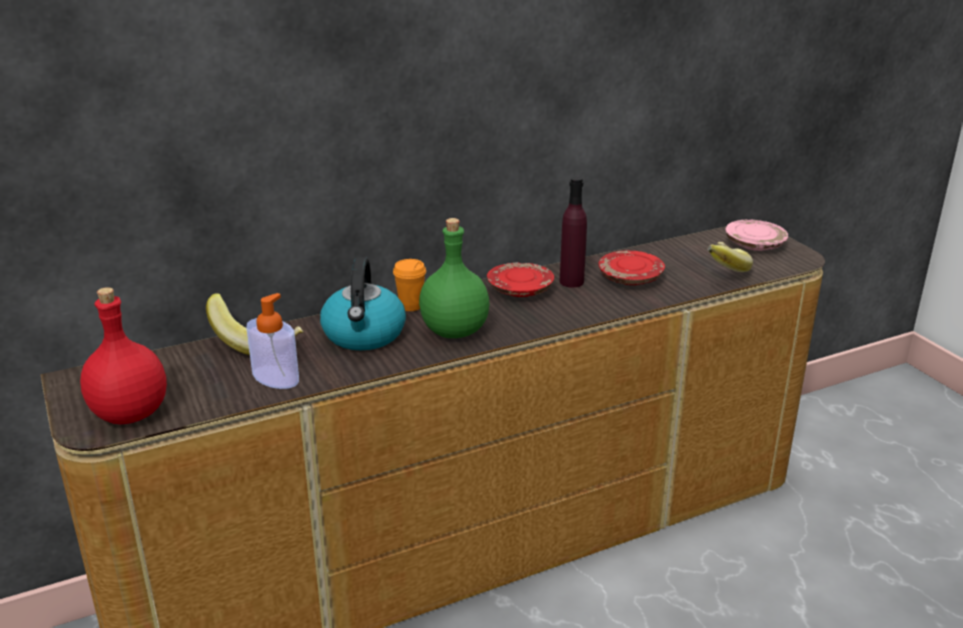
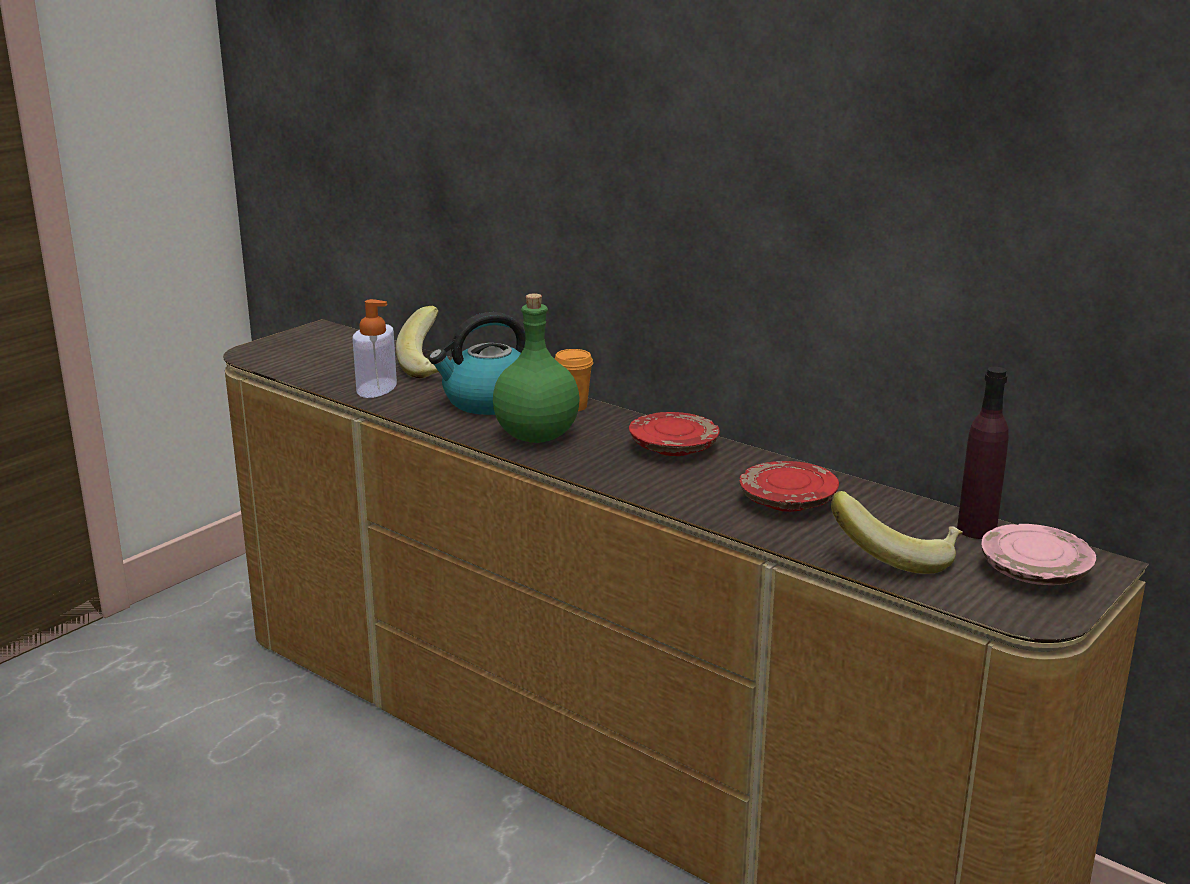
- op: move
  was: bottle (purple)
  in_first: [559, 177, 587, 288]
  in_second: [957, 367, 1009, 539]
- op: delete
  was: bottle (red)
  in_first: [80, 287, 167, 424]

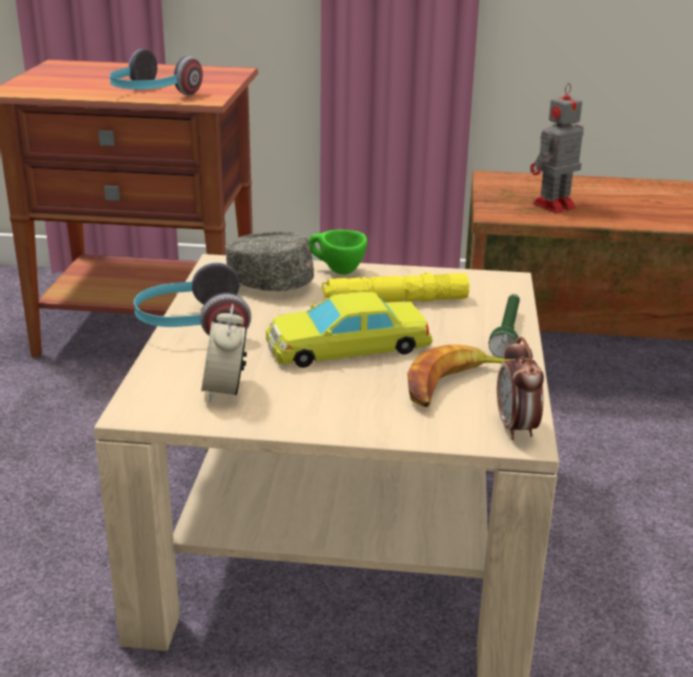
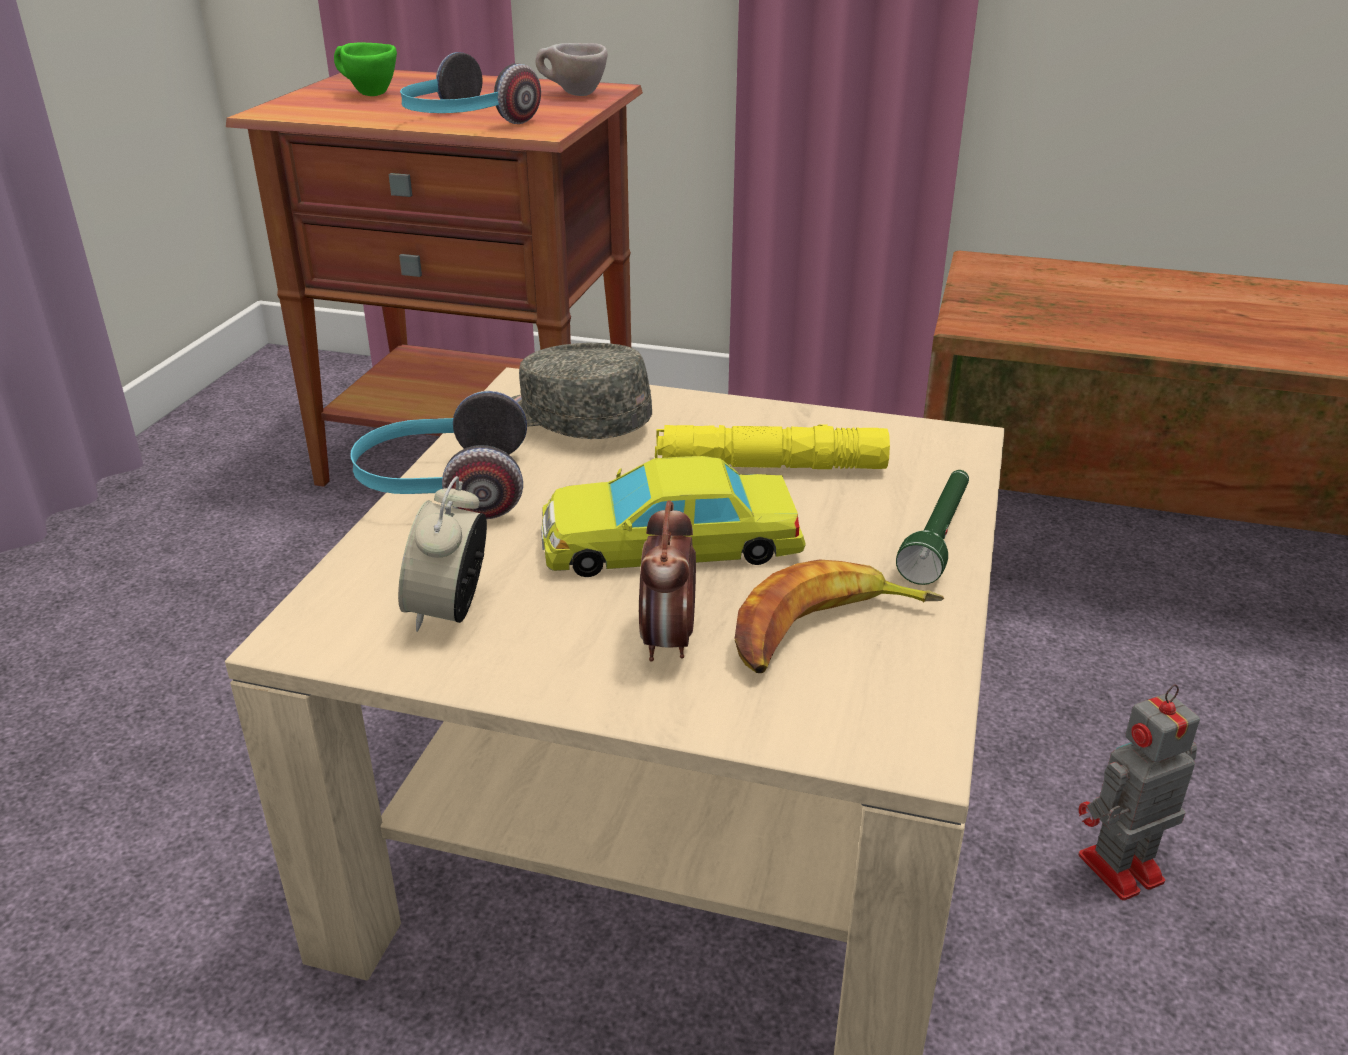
- op: move
  was: cup (green)
  in_first: [309, 230, 367, 275]
  in_second: [334, 42, 397, 96]
- op: insert
  now: cup (beige)
  in_second: [536, 43, 608, 96]
- op: move
  was: alarm clock
  in_first: [497, 337, 544, 440]
  in_second: [639, 500, 696, 662]
- op: move
  was: toy robot
  in_first: [530, 83, 584, 213]
  in_second: [1078, 684, 1200, 900]

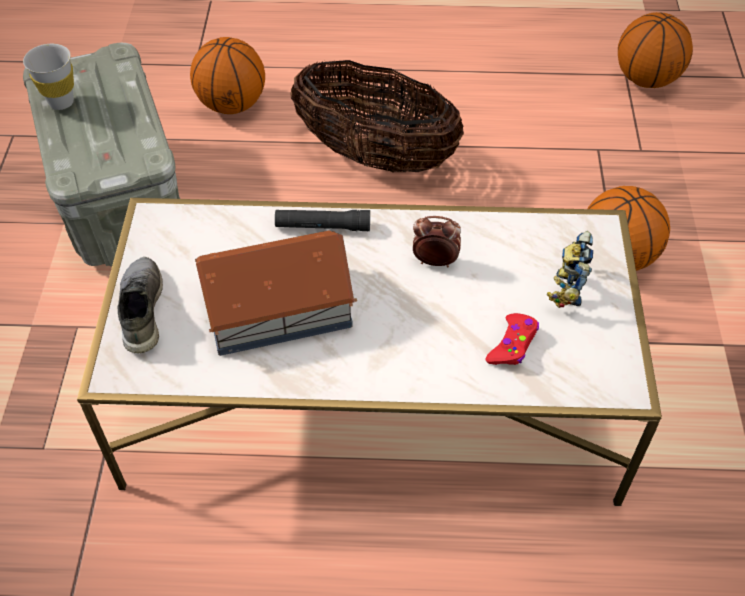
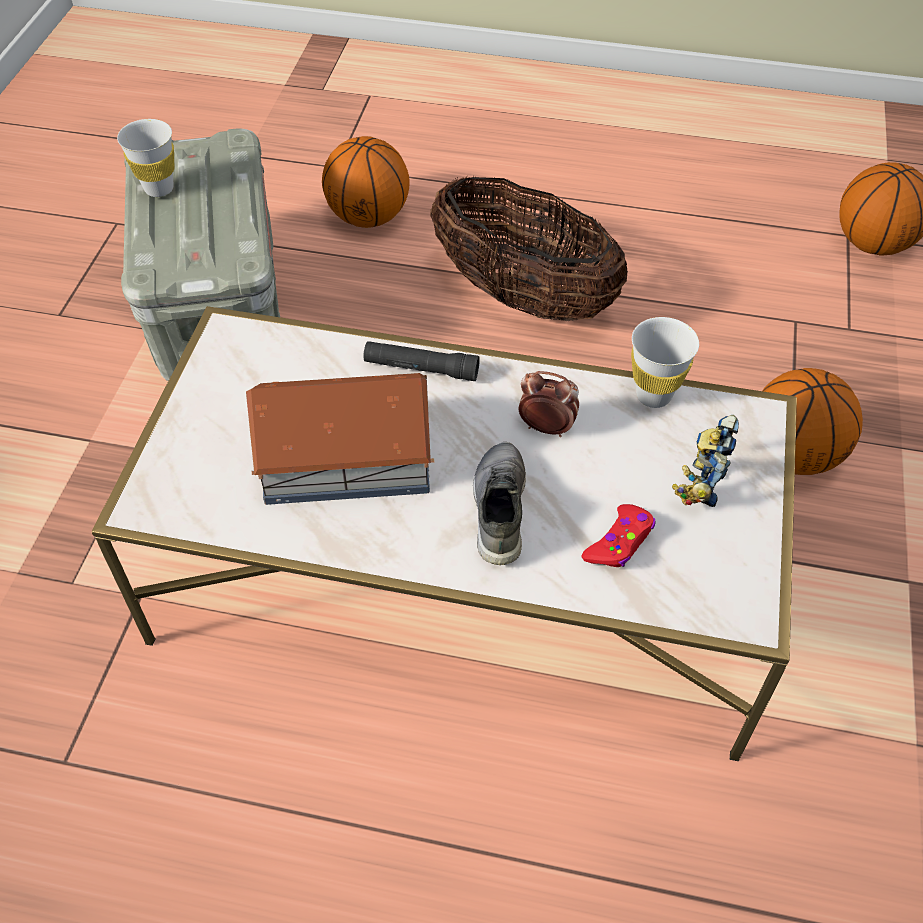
- op: move
  was: shoe (grey)
  in_first: [118, 257, 163, 353]
  in_second: [473, 442, 526, 565]
- op: insert
  now: cup (white)
  in_second: [631, 317, 699, 408]

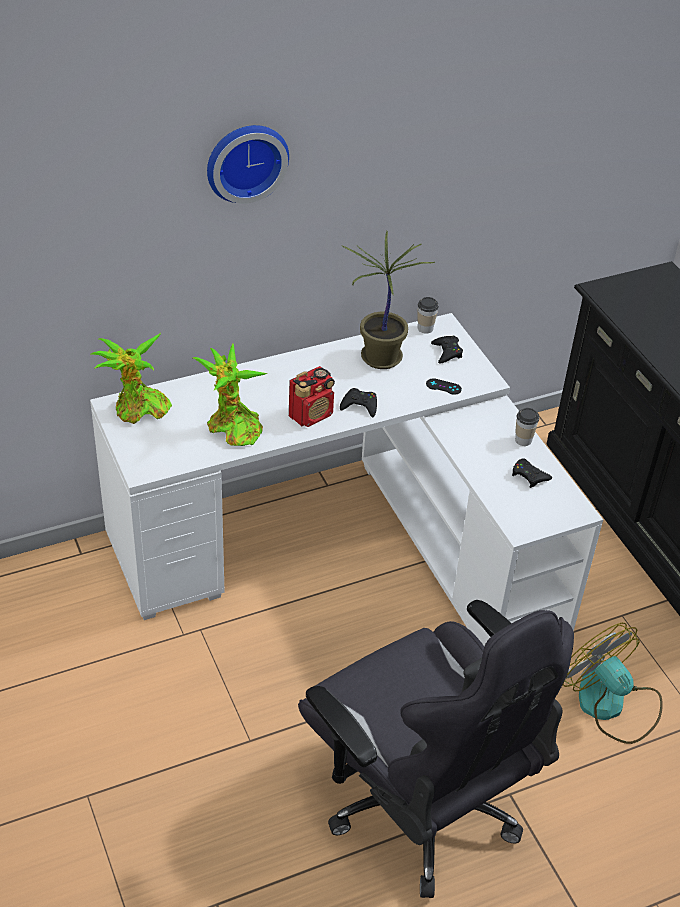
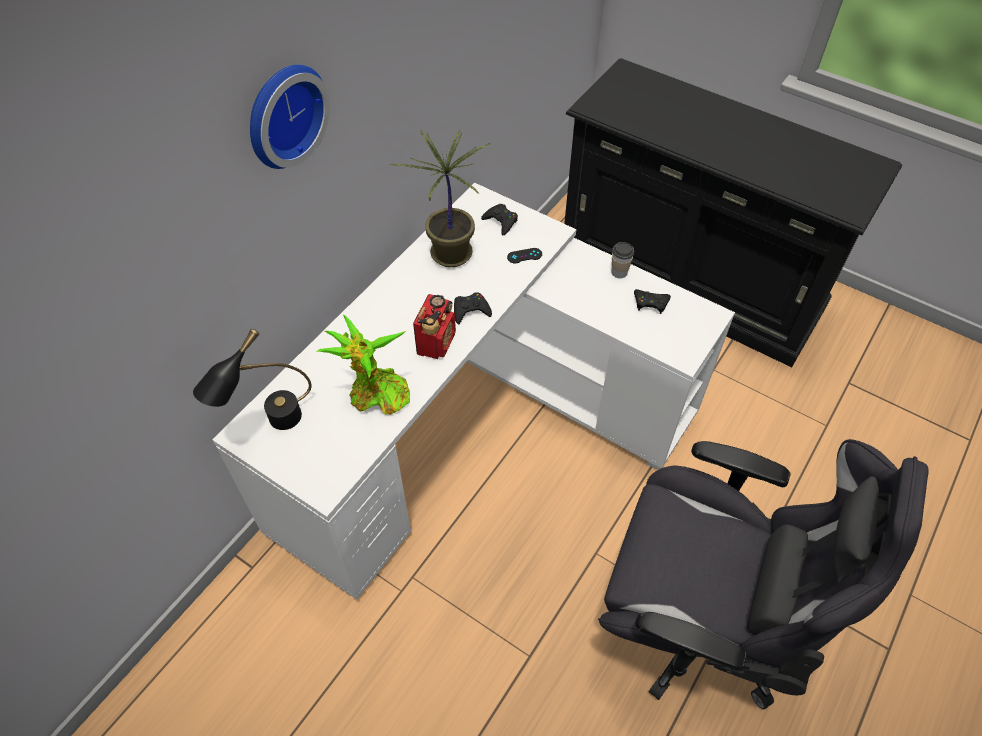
- op: replace
  was: potted plant
  now: table lamp (black)
  in_first: [91, 333, 172, 424]
  in_second: [193, 329, 312, 430]
- op: delete
  was: cup
  in_first: [418, 297, 439, 334]
- op: delete
  was: fan
  in_first: [563, 623, 663, 744]

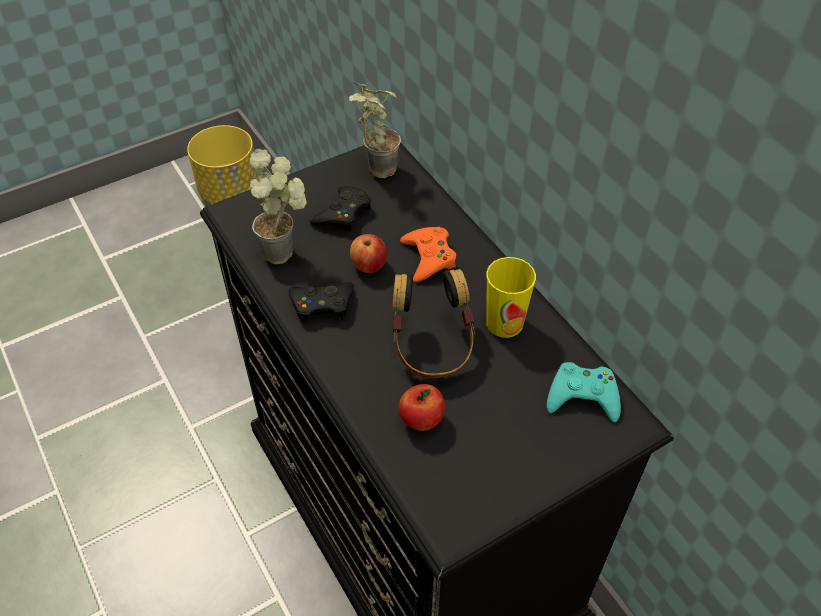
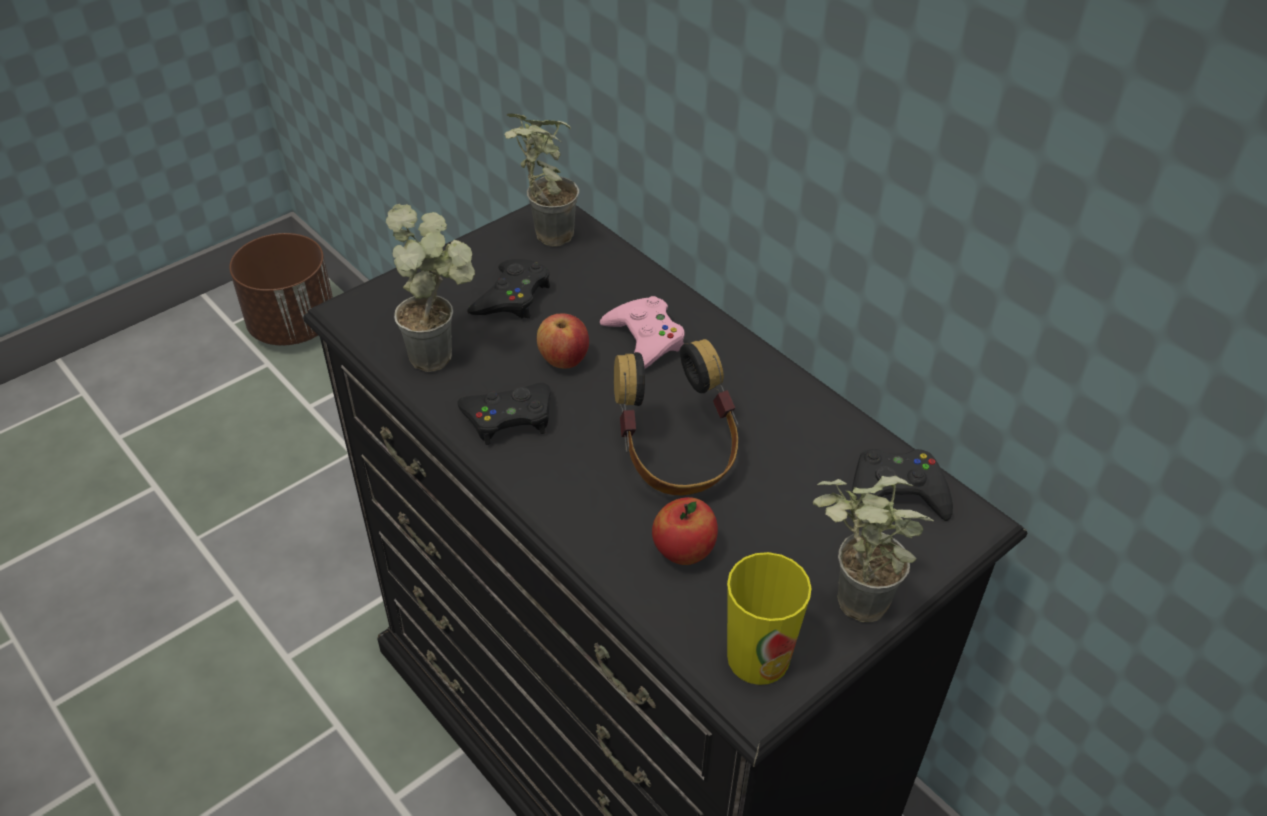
- op: recolor
  was: planter (yellow)
  now: planter (brown)
  in_first: [187, 125, 259, 204]
  in_second: [229, 233, 333, 346]
- op: recolor
  was: game controller (orange)
  now: game controller (pink)
  in_first: [400, 227, 456, 282]
  in_second: [600, 296, 685, 368]
- op: move
  was: cup
  in_first: [486, 257, 536, 338]
  in_second: [727, 552, 812, 685]
- op: insert
  now: potted plant
  in_second: [813, 476, 934, 622]
- op: recolor
  was: game controller (turquoise)
  now: game controller (black)
  in_first: [547, 362, 621, 422]
  in_second: [852, 449, 953, 521]

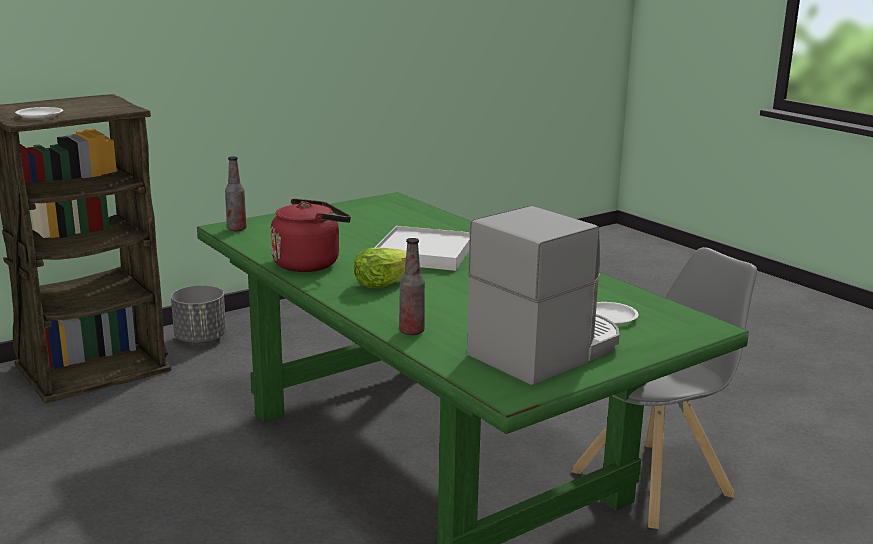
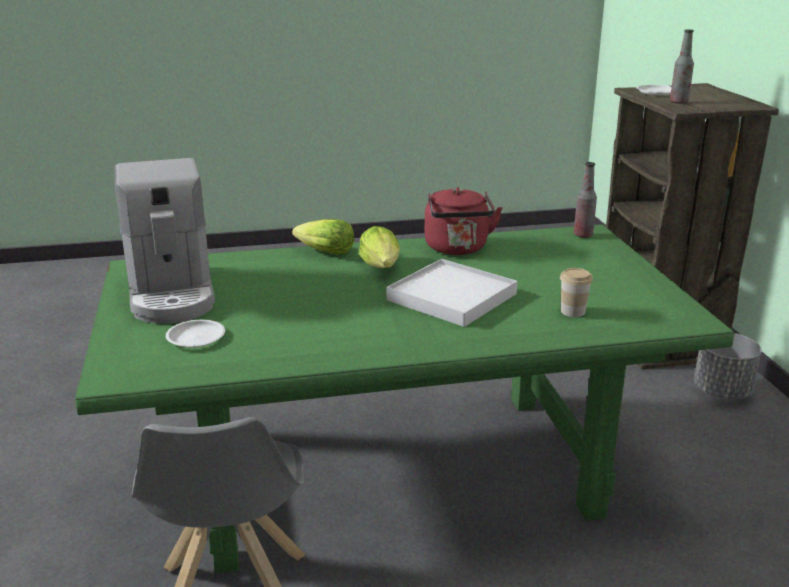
- op: insert
  now: lettuce
  in_second: [292, 219, 354, 255]
- op: insert
  now: cup
  in_second: [560, 268, 593, 317]
- op: move
  was: bottle
  in_first: [399, 238, 425, 335]
  in_second: [670, 29, 694, 104]

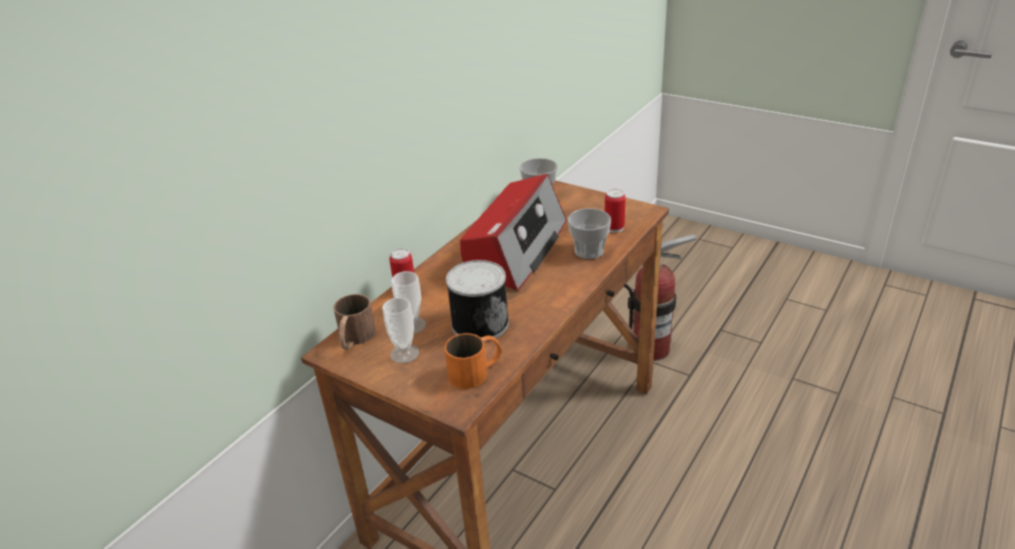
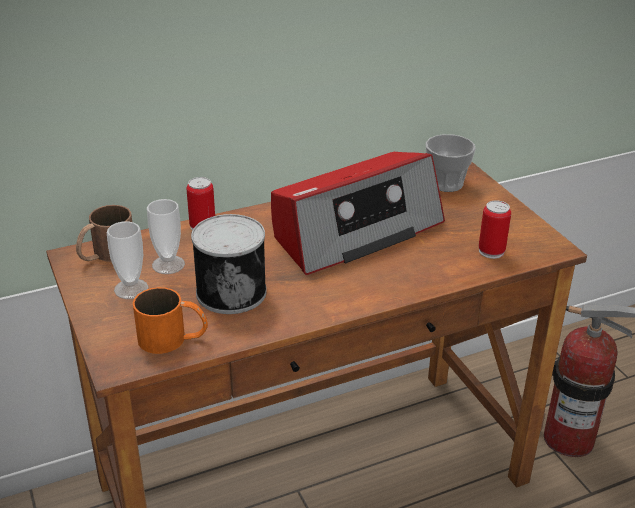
- op: delete
  was: cup
  in_first: [568, 208, 611, 259]

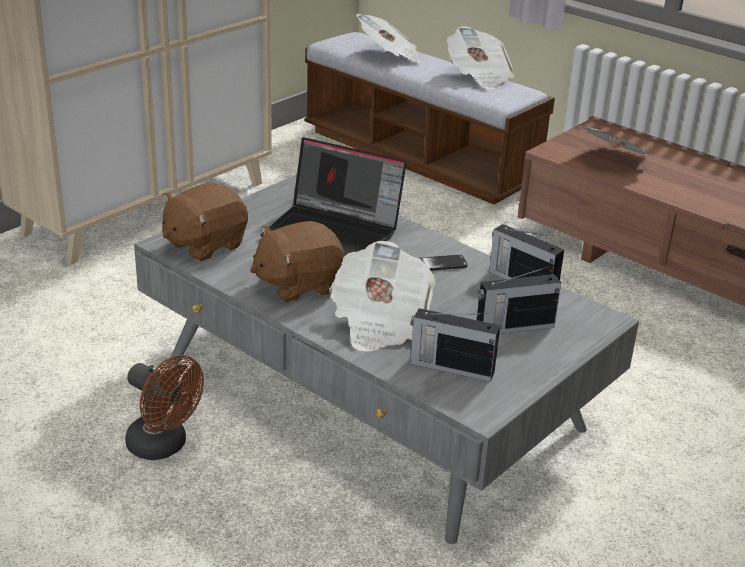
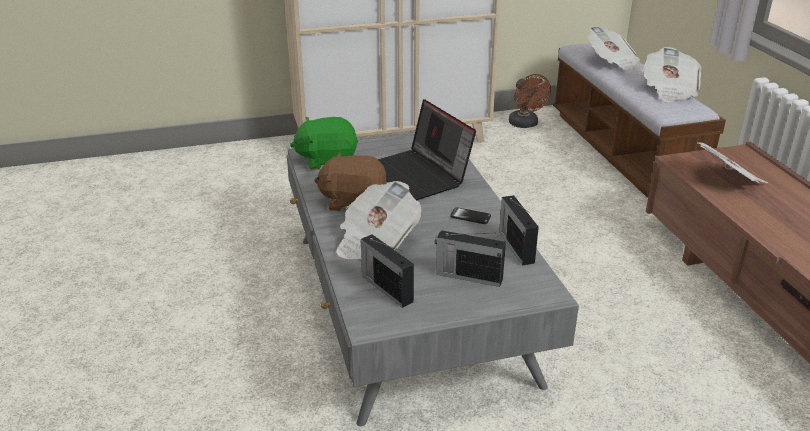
- op: recolor
  was: plush toy (brown)
  now: plush toy (green)
  in_first: [162, 183, 248, 261]
  in_second: [290, 117, 358, 170]
- op: move
  was: fan (brown)
  in_first: [125, 355, 204, 460]
  in_second: [509, 74, 551, 128]

